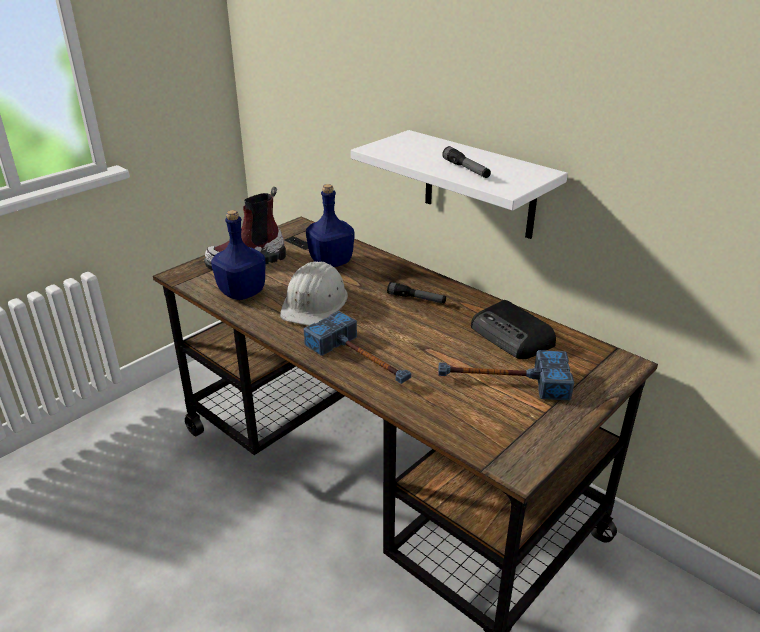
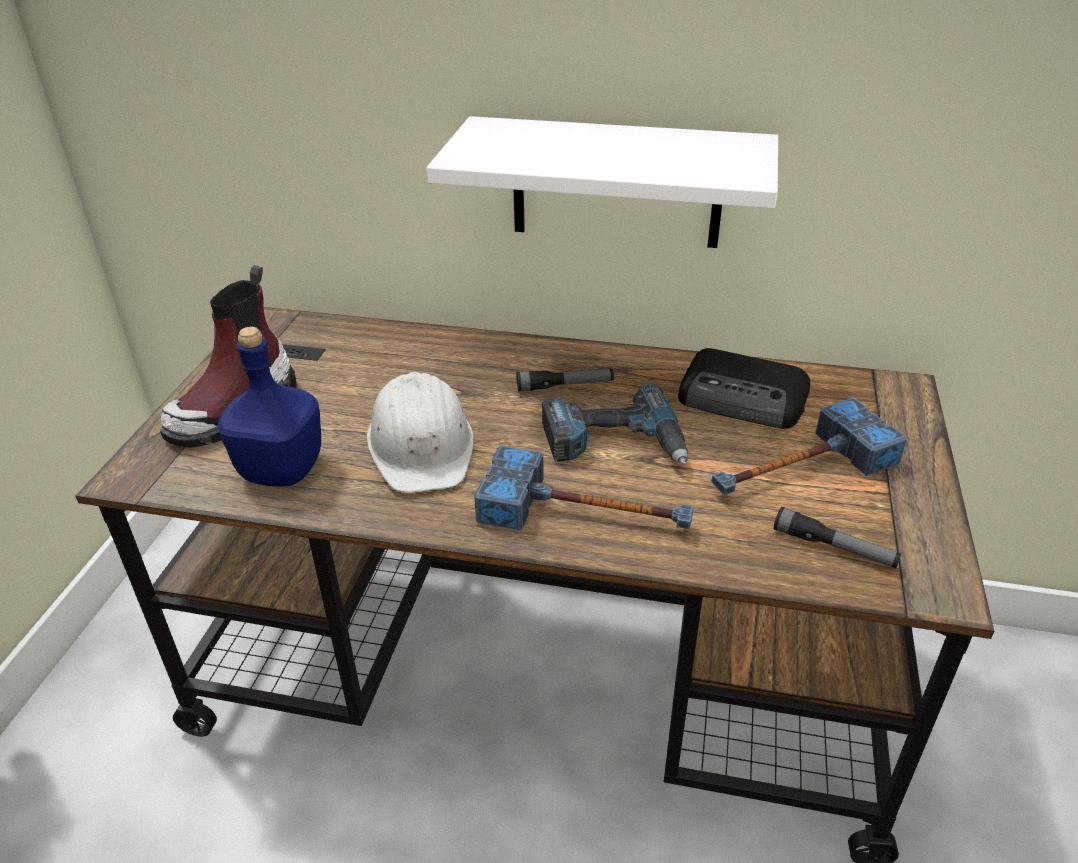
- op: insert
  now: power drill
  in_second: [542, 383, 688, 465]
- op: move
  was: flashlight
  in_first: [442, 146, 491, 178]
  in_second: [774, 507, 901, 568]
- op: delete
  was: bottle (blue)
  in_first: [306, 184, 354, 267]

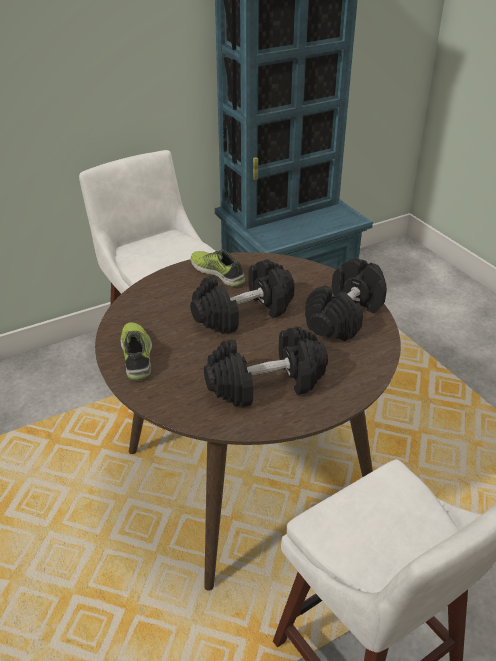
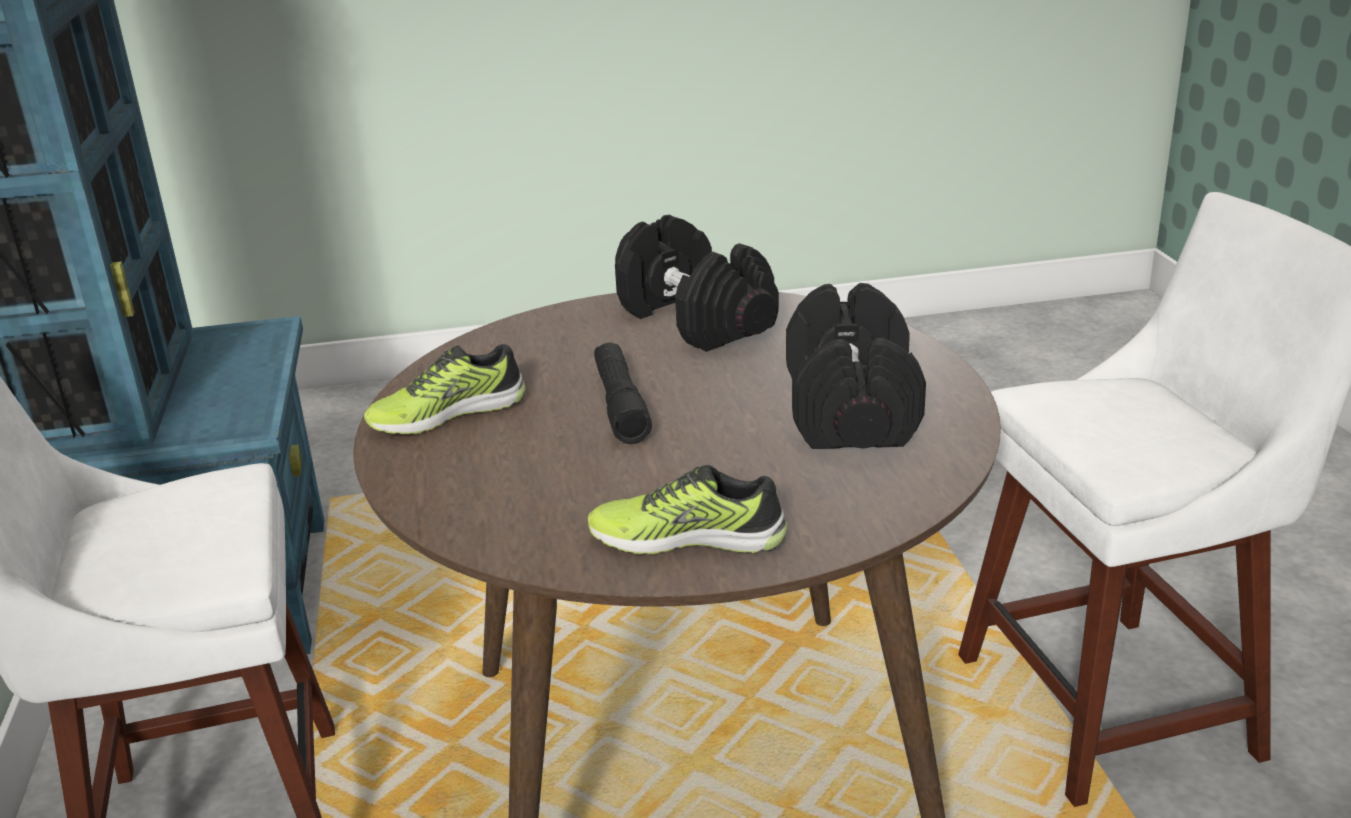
- op: replace
  was: dumbbell (black)
  now: flashlight (black)
  in_first: [190, 259, 295, 334]
  in_second: [594, 343, 652, 444]

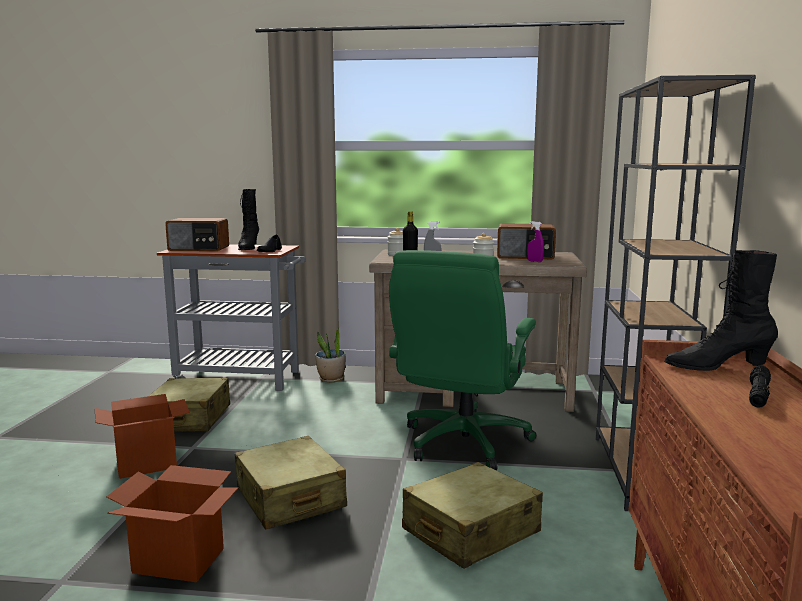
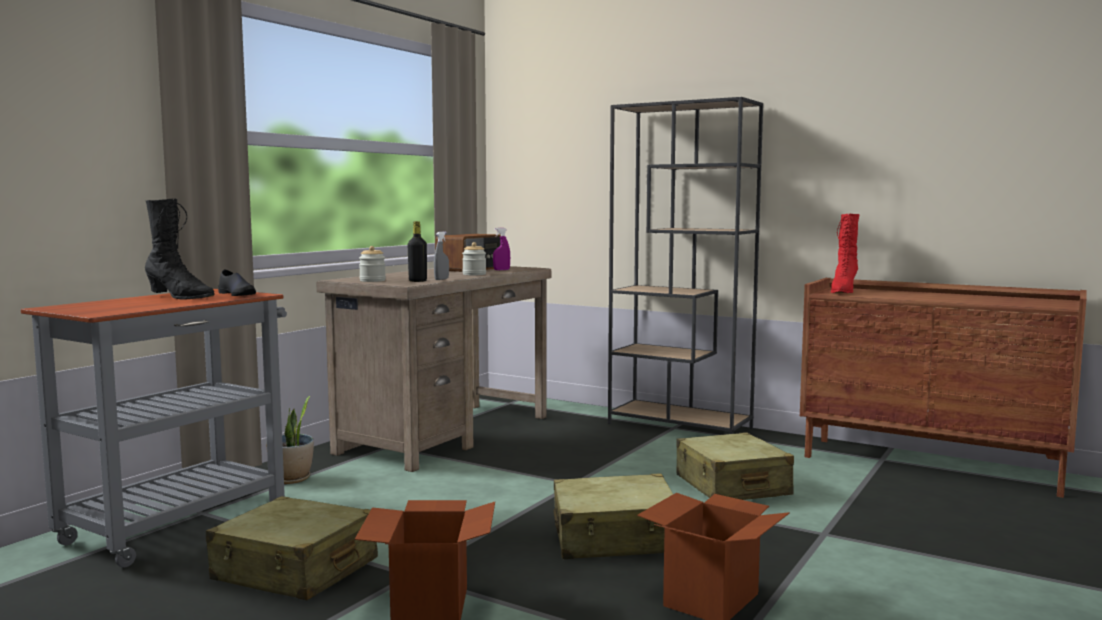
- op: recolor
  was: boot (black)
  now: boot (red)
  in_first: [664, 250, 778, 371]
  in_second: [831, 213, 860, 293]
- op: delete
  was: radio
  in_first: [165, 218, 229, 251]
- op: delete
  was: office chair (green)
  in_first: [389, 250, 536, 471]
- op: delete
  was: flashlight (black)
  in_first: [749, 365, 771, 408]

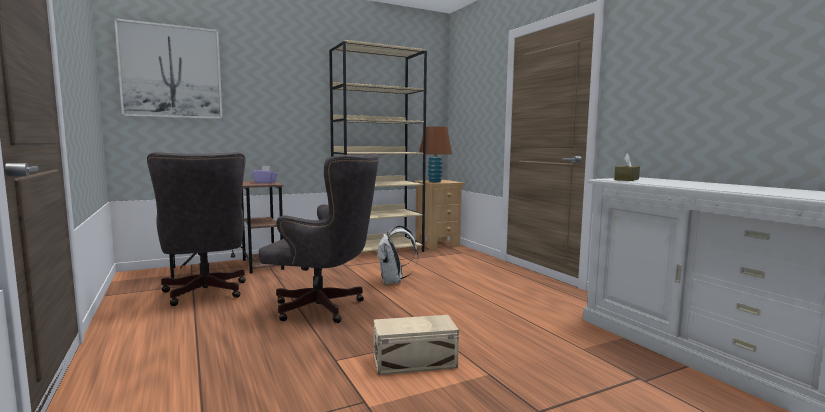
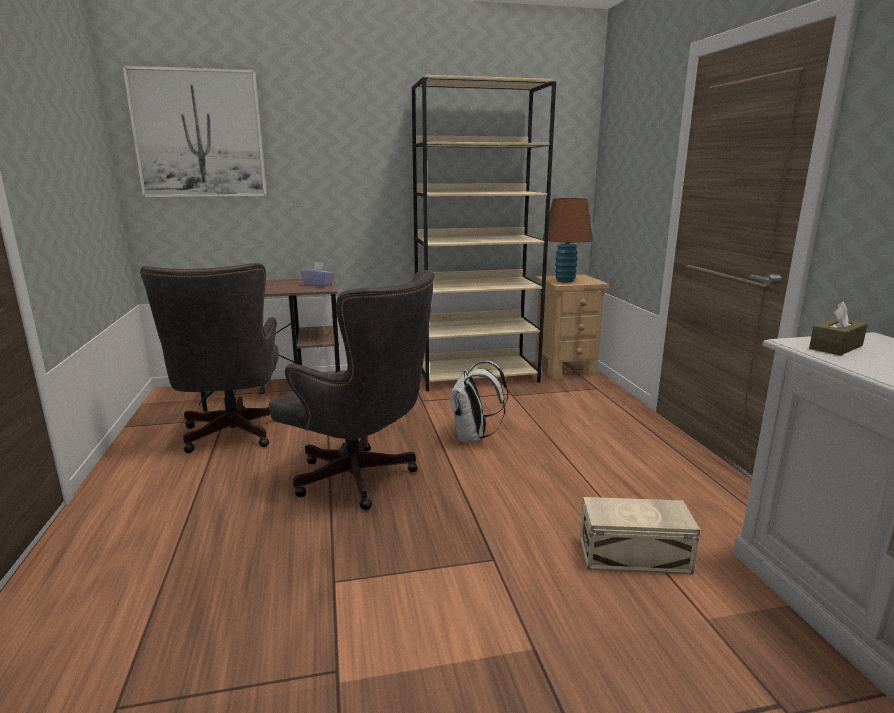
- op: move
  was: storage box (beige)
  in_first: [373, 315, 459, 375]
  in_second: [580, 497, 700, 575]

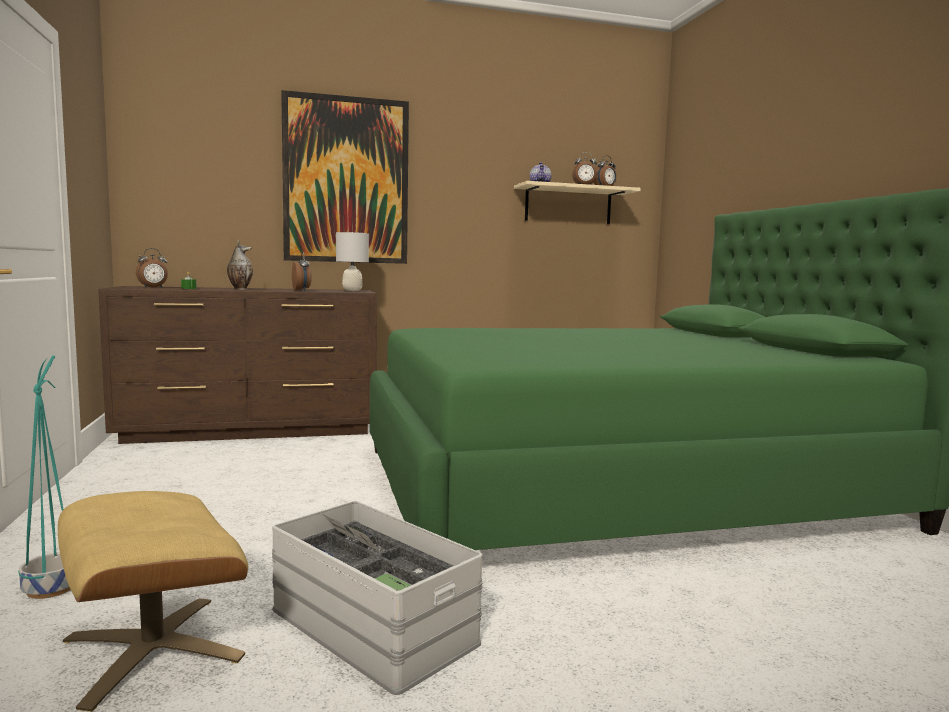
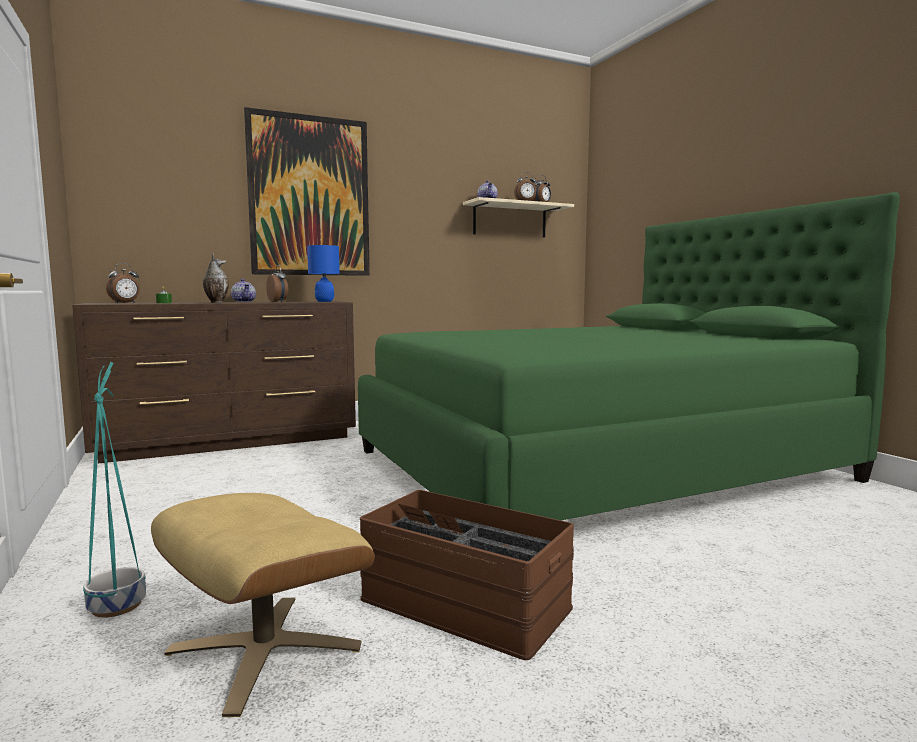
- op: insert
  now: teapot
  in_second: [231, 279, 256, 302]
- op: recolor
  was: table lamp (grey)
  now: table lamp (blue)
  in_first: [336, 232, 369, 291]
  in_second: [307, 245, 340, 302]
- op: recolor
  was: storage box (grey)
  now: storage box (brown)
  in_first: [272, 501, 482, 695]
  in_second: [360, 490, 574, 660]

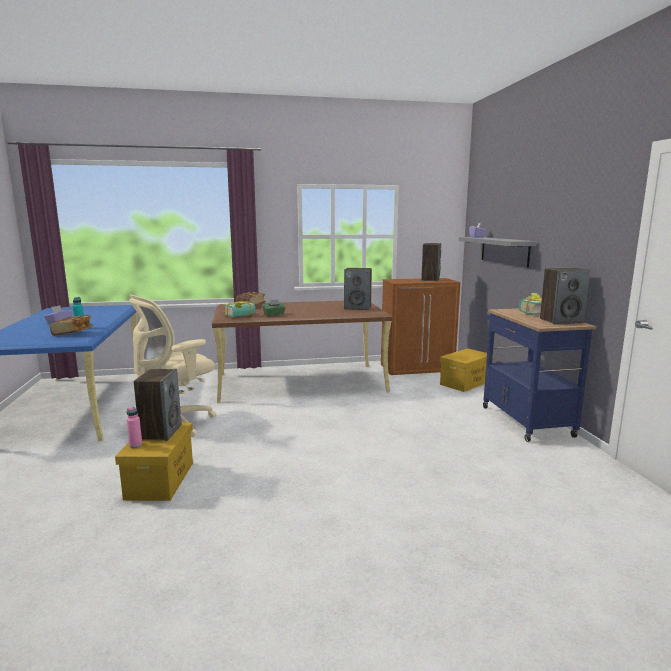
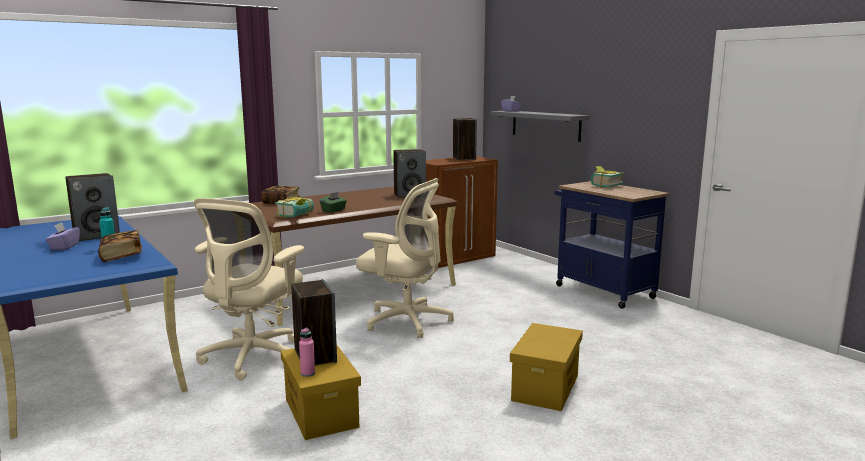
- op: move
  was: speaker
  in_first: [540, 268, 590, 324]
  in_second: [65, 173, 120, 241]
- op: insert
  now: office chair (beige)
  in_second: [356, 178, 454, 338]
- op: move
  was: storage box (yellow)
  in_first: [440, 348, 493, 392]
  in_second: [510, 323, 583, 411]

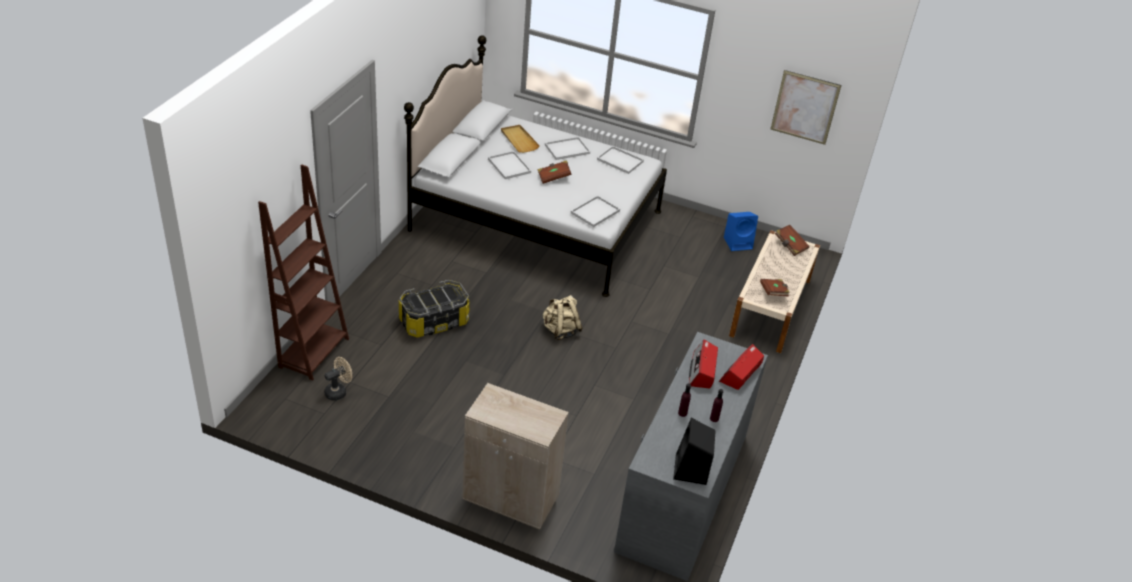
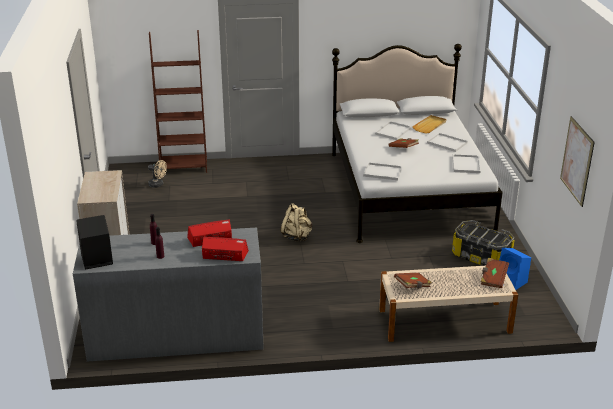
- op: move
  was: storage box
  in_first: [399, 280, 470, 338]
  in_second: [452, 220, 515, 266]

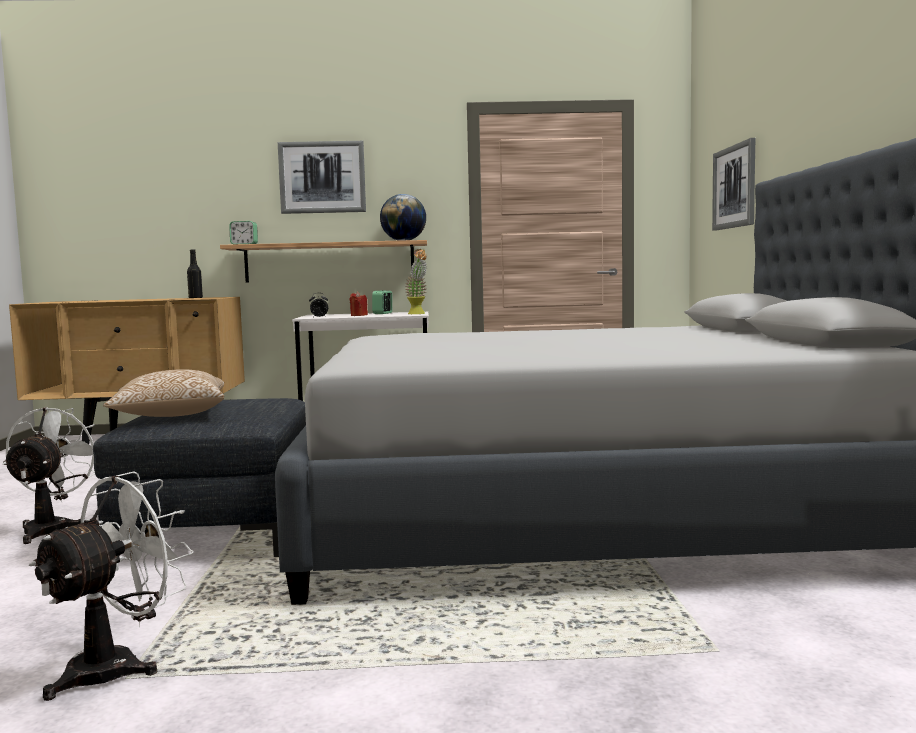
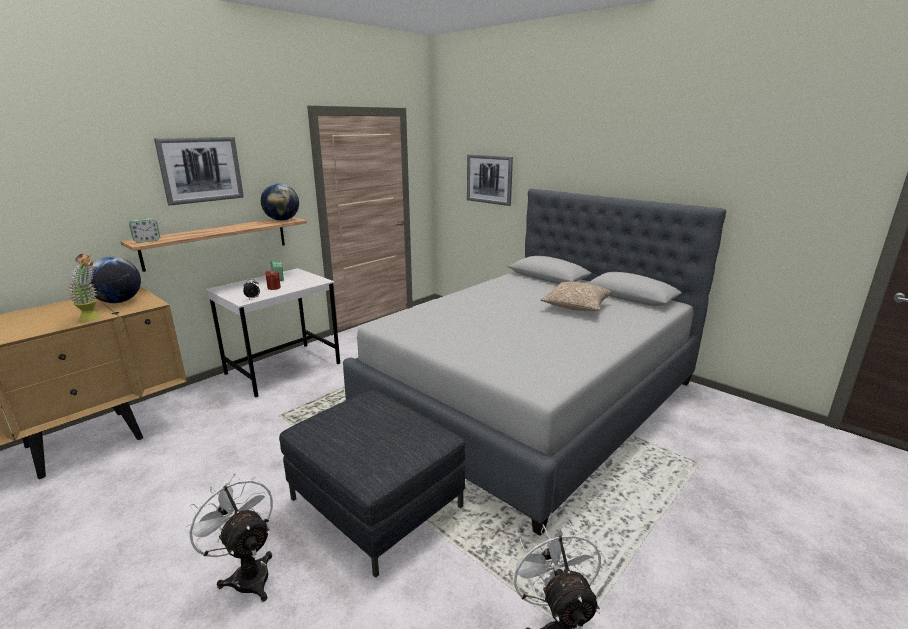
- op: move
  was: potted plant
  in_first: [405, 249, 427, 314]
  in_second: [67, 254, 101, 321]
- op: replace
  was: bottle (black)
  now: globe
  in_first: [187, 249, 203, 298]
  in_second: [90, 257, 141, 303]
- op: move
  was: pillow
  in_first: [103, 369, 224, 417]
  in_second: [541, 281, 612, 311]

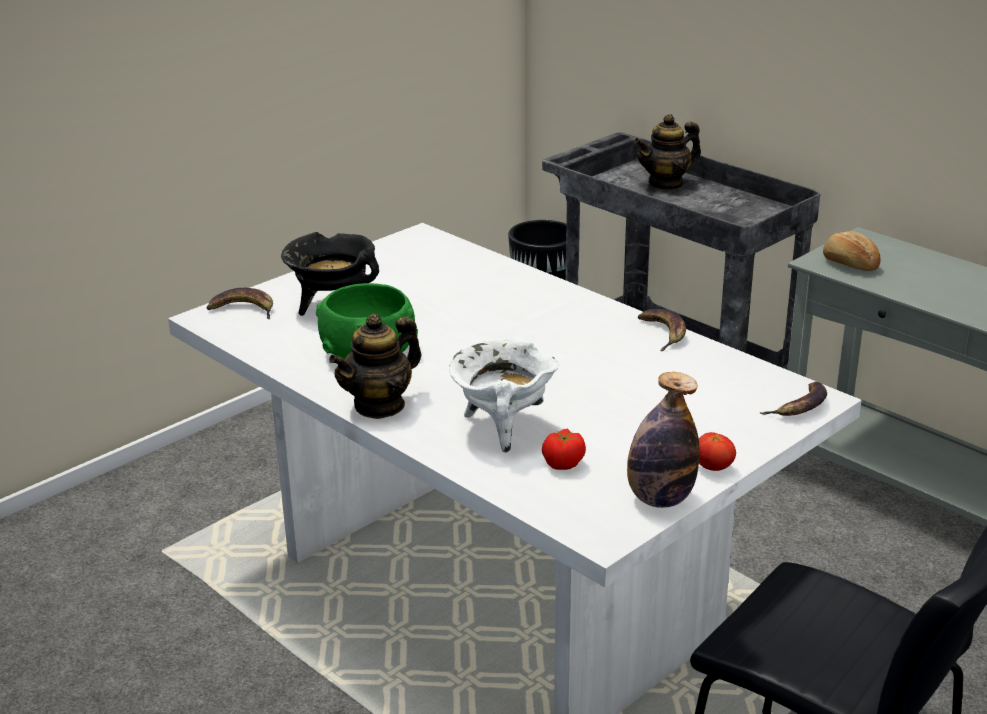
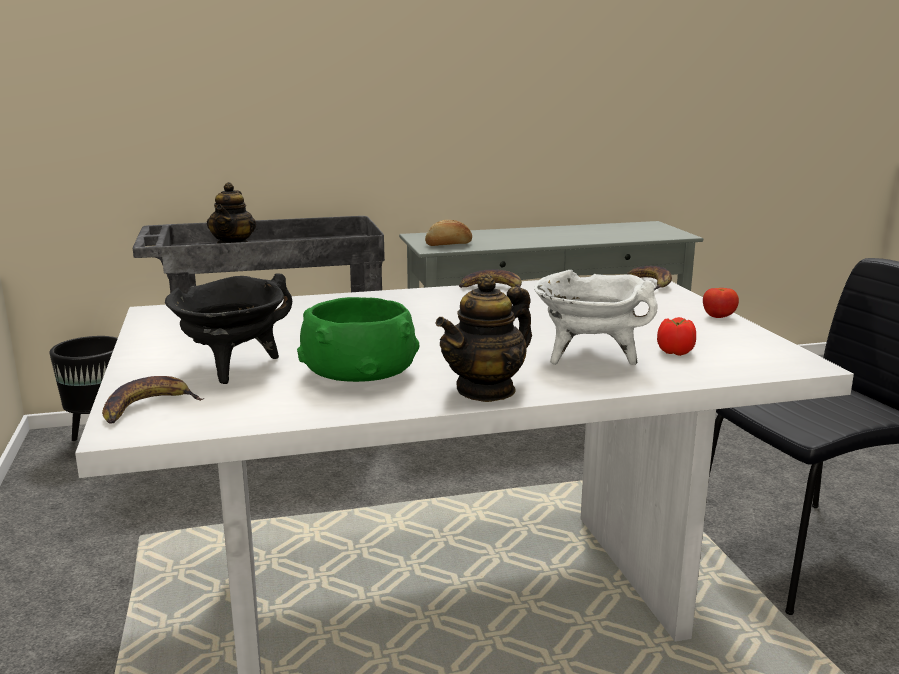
- op: rotate
  was: teapot
  in_first: [329, 314, 421, 419]
  in_second: [436, 274, 532, 402]
  clockwise: 60
- op: delete
  was: bottle
  in_first: [627, 372, 700, 508]

